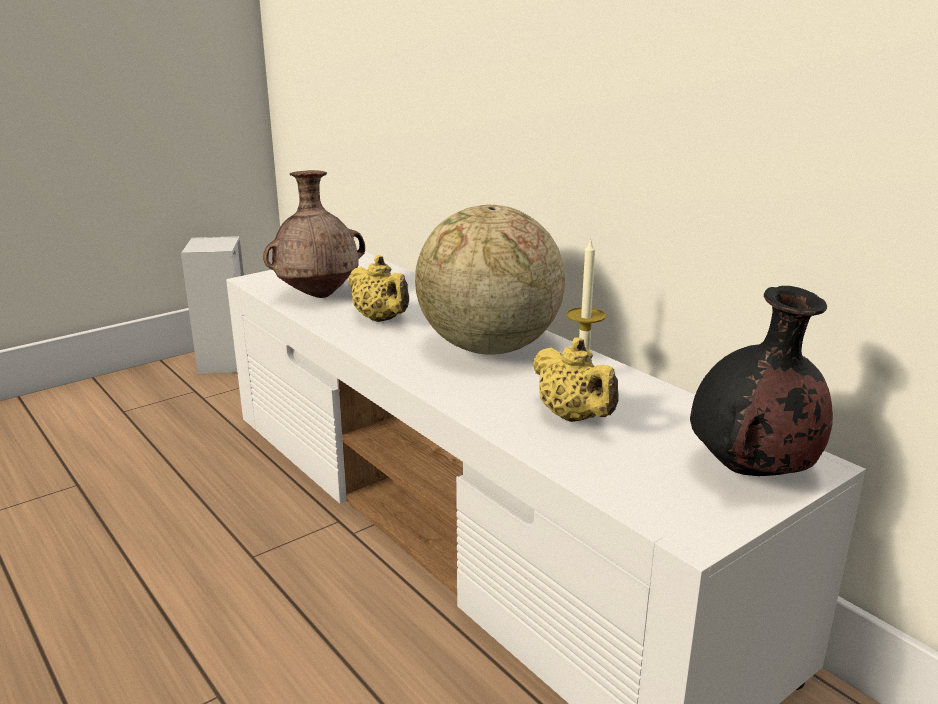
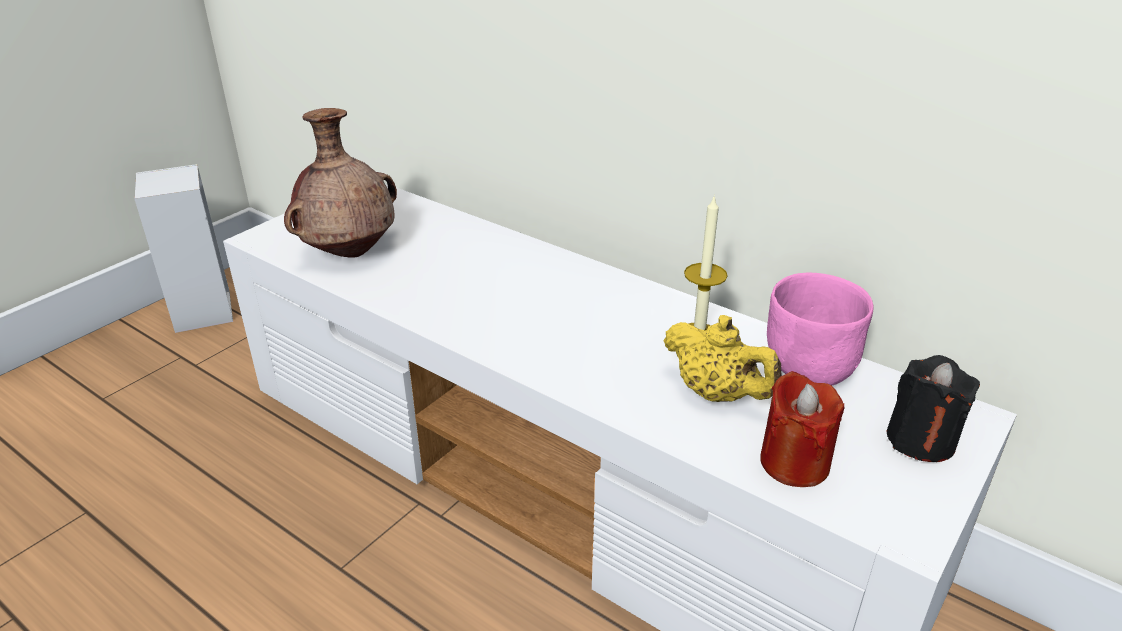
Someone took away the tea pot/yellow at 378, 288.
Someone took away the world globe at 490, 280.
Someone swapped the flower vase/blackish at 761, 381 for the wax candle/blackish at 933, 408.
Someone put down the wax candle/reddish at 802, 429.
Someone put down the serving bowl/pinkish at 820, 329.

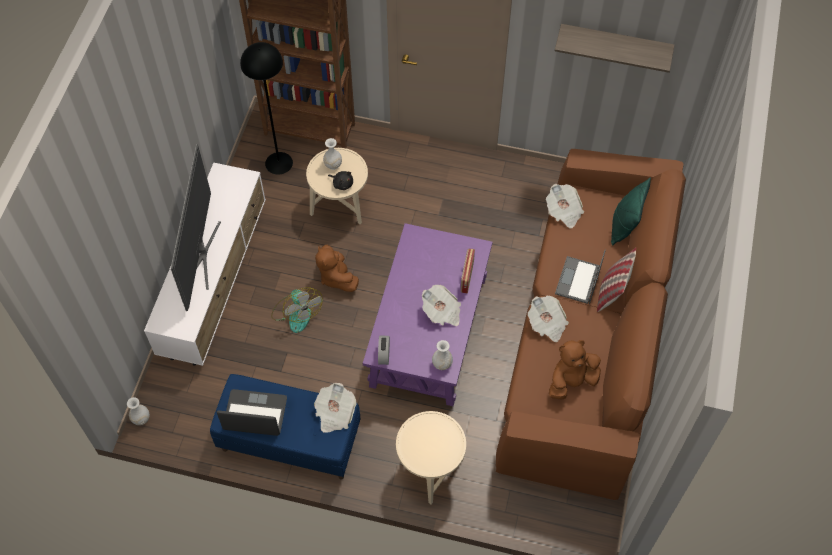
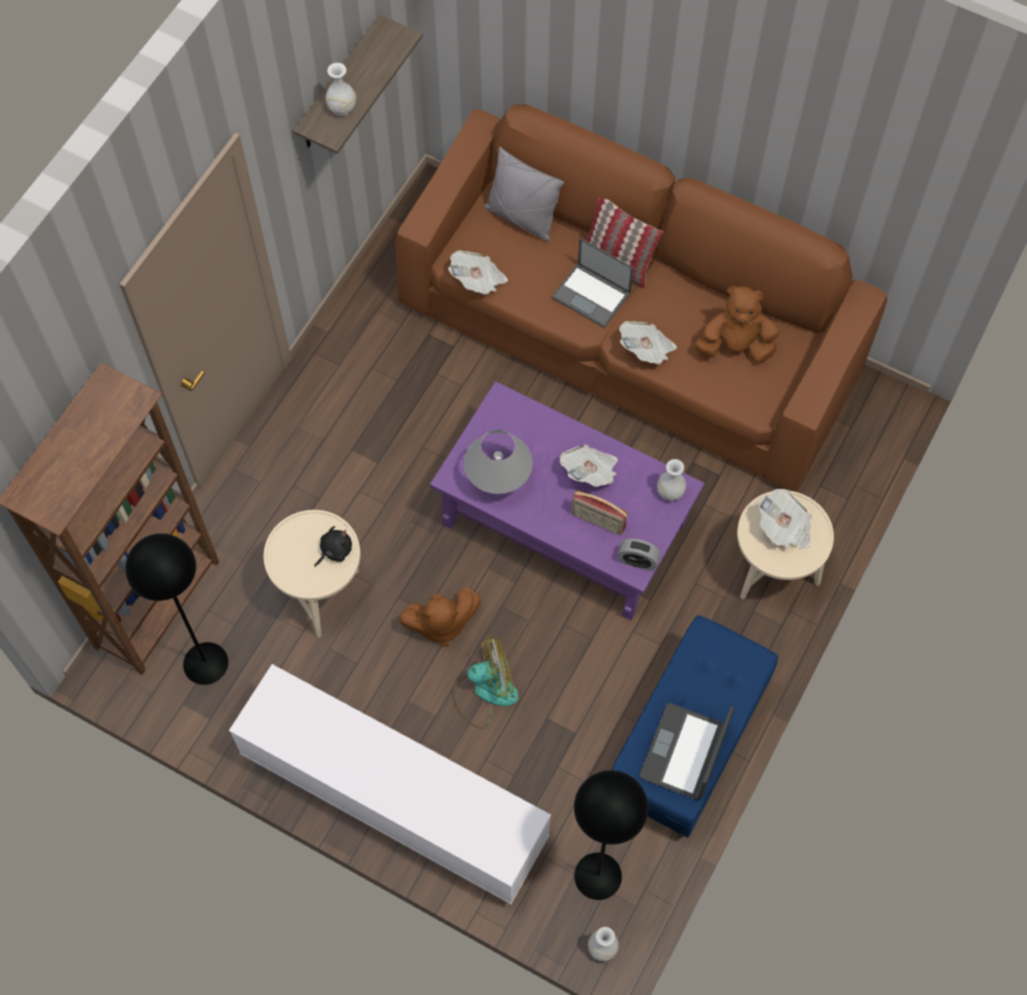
Someone took away the TV set at 196, 227.
Someone carried the printed paper from 335, 408 to 785, 519.
Someone carried the flower vase/whitish from 332, 154 to 341, 89.
Someone carried the radio set from 468, 271 to 599, 512.
Someone rotated the cuddly toy/brown at 575, 370 by 105 degrees clockwise.
Someone repainted the throw pillow/green-coloured at 631, 212, which became the throw pillow/grey at 524, 194.
Someone put down the tabletop lamp/grey at 498, 462.
Someone put down the standing lamp/blackish at 611, 835.

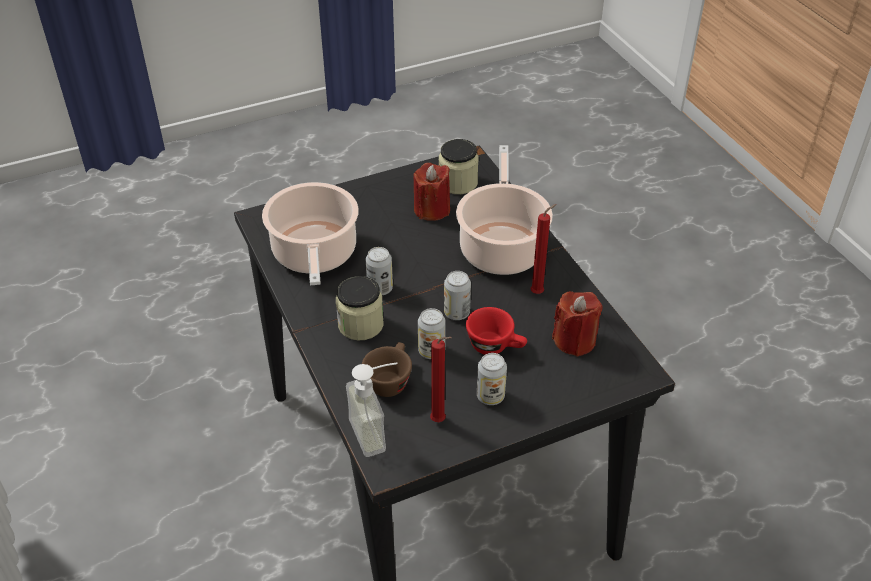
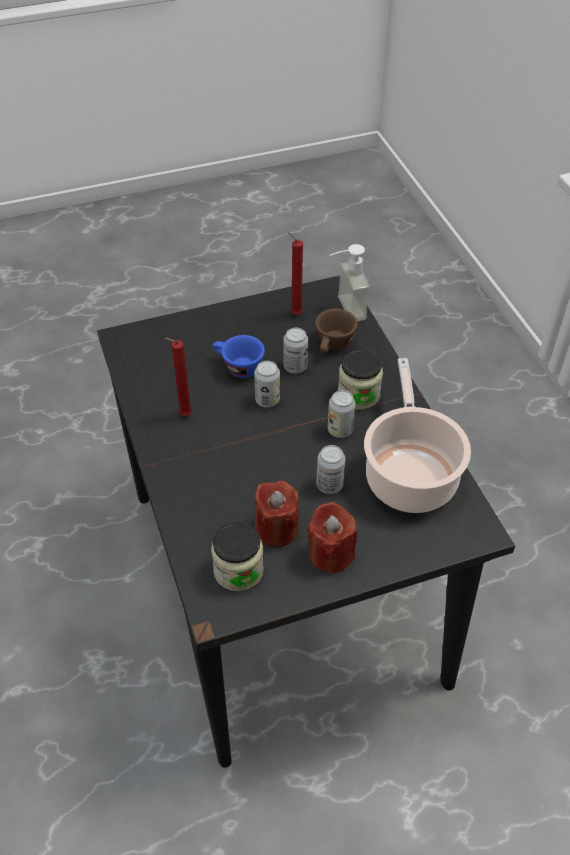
Someone took away the stockpot at 504, 210.
Someone repainted the drinking cup/reddish at 496, 331, which became the drinking cup/bluish at 238, 356.
Someone carried the metal can from 492, 379 to 330, 469.
Someone carried the wax candle/reddish from 577, 324 to 332, 537.

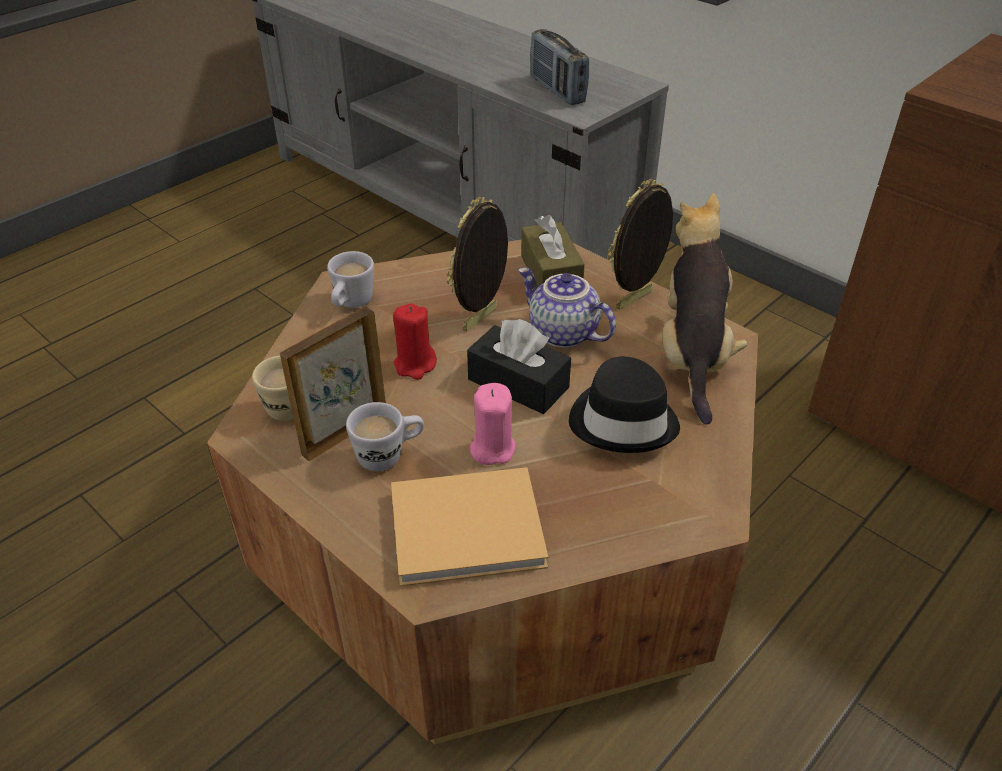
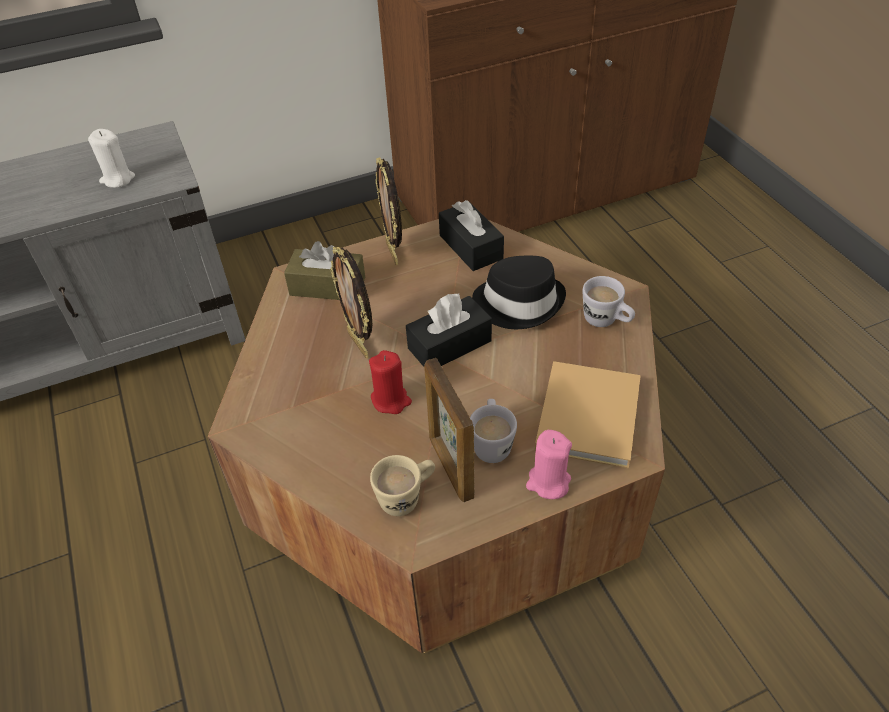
Someone carried the mug/whitish from 350, 279 to 609, 301.
Someone carried the wax candle/pinkish from 493, 424 to 549, 464.
Someone took away the tea pot at 567, 307.
Someone swapped the radio set at 559, 67 for the wax candle/whitish at 111, 158.
Someone swapped the cuddly toy at 705, 309 for the box of tissues/blackish at 471, 235.

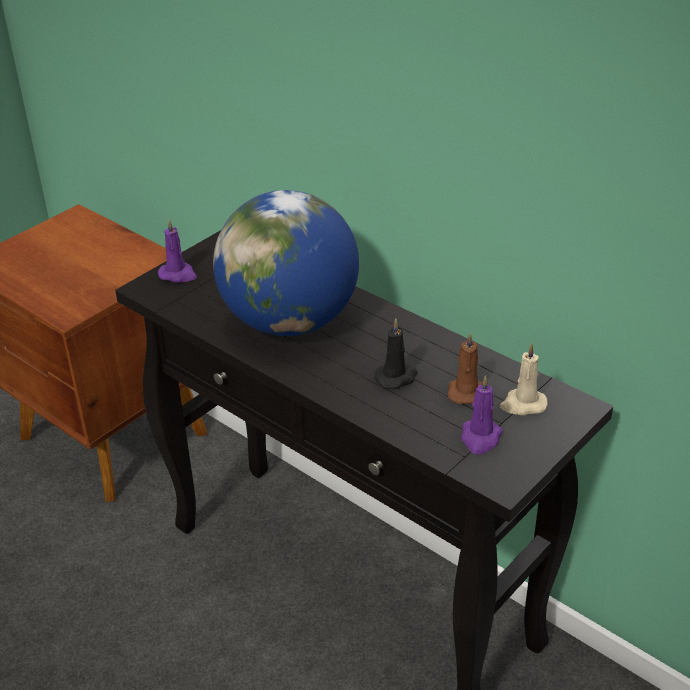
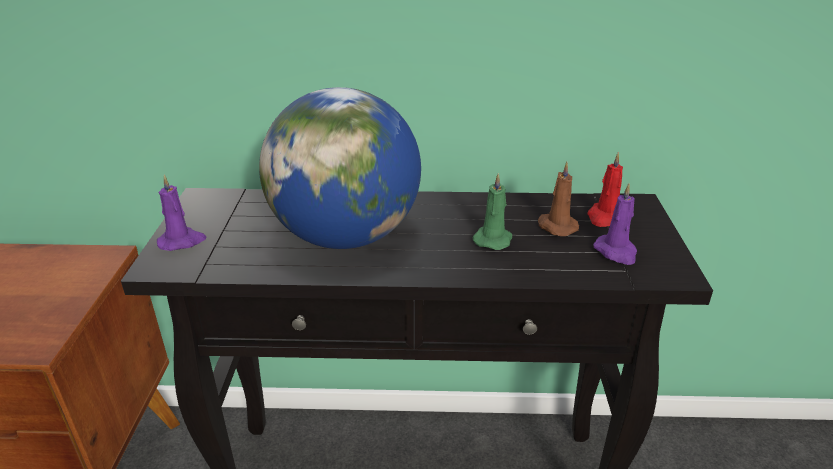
Someone repainted the wax candle/blackish at 396, 353, which became the wax candle/green-coloured at 492, 211.
Someone repainted the wax candle/beige-coloured at 524, 379, which became the wax candle/reddish at 605, 189.

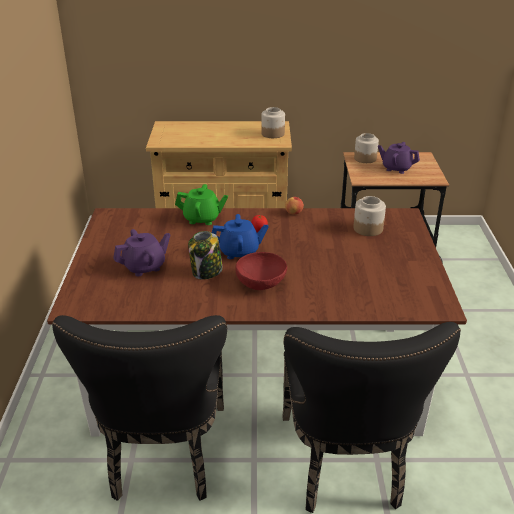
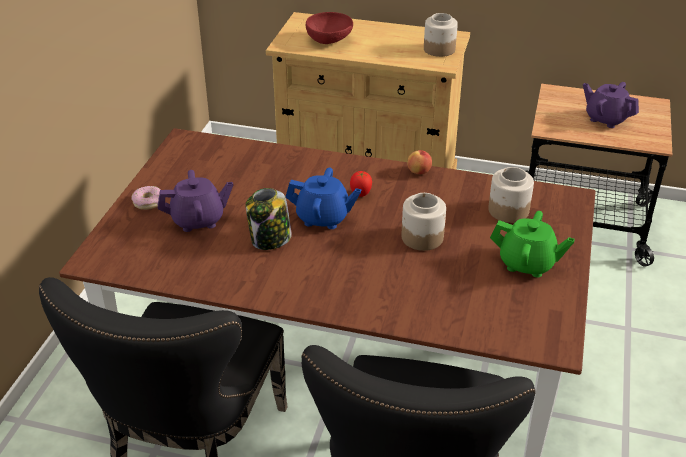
Someone carried the tea pot/green-coloured from 201, 204 to 532, 244.
Someone carried the serving bowl/reddish from 261, 271 to 329, 28.
Someone carried the storage jar from 366, 148 to 423, 222.
Someone put down the ring doughnut at 146, 198.

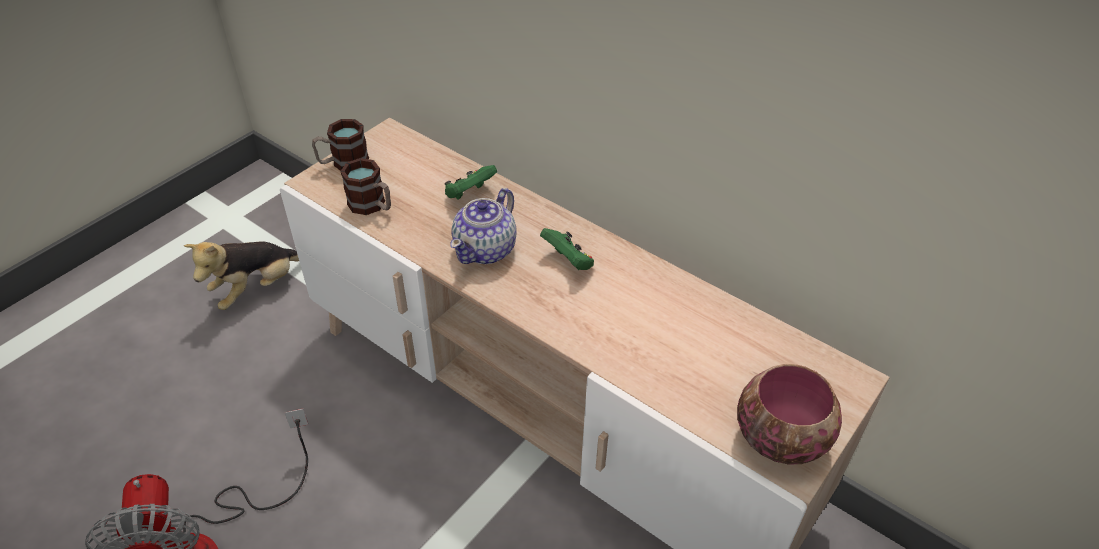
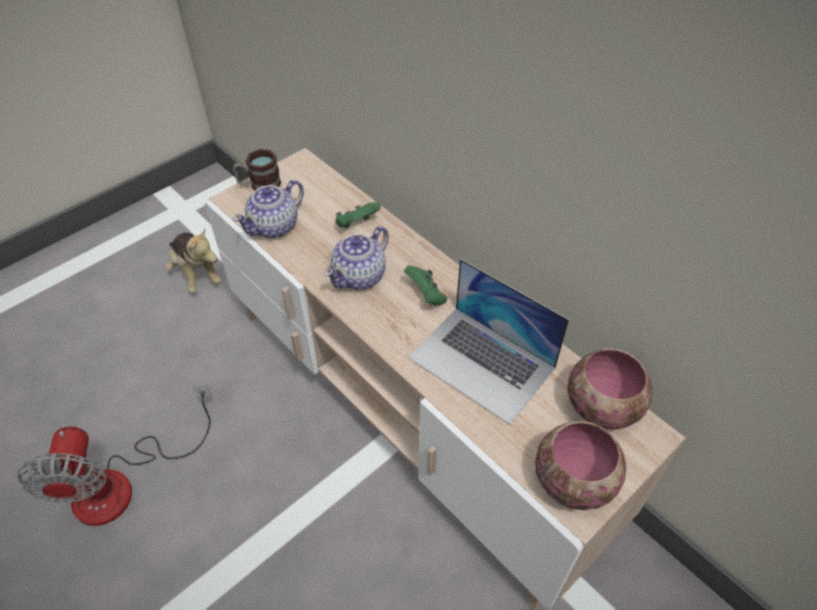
Someone rotated the cuddly toy at 241, 275 by 90 degrees counterclockwise.
Someone swapped the mug at 365, 186 for the tea pot at 268, 209.
Someone put down the portable computer at 488, 342.
Someone put down the serving bowl at 609, 388.

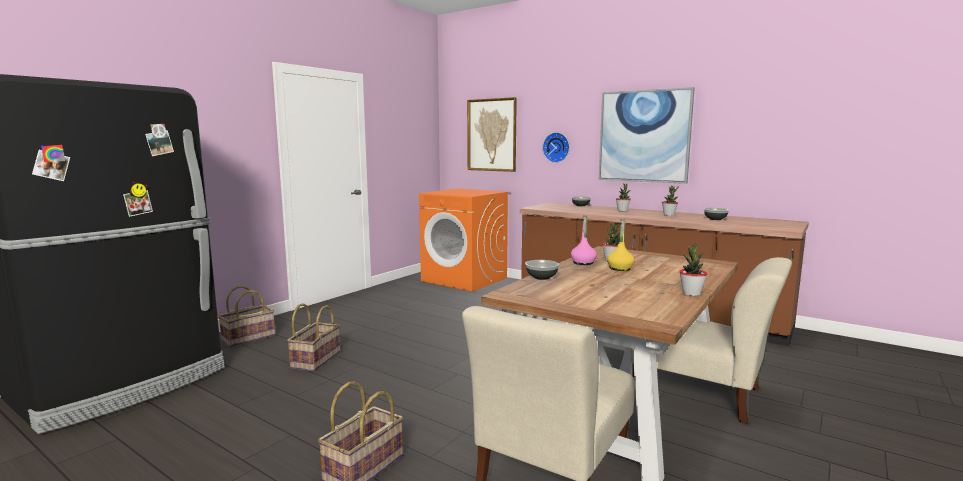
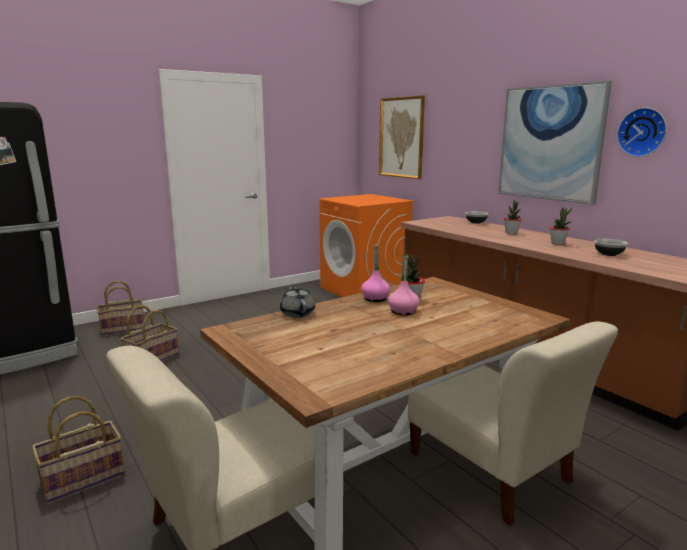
Someone swapped the serving bowl at 542, 270 for the tea pot/grey at 297, 301.
Someone carried the hanging clock from 556, 147 to 642, 132.
Someone repainted the bottle/yellow at 621, 245, which became the bottle/pinkish at 404, 284.
Someone took away the plant in a pot at 693, 269.

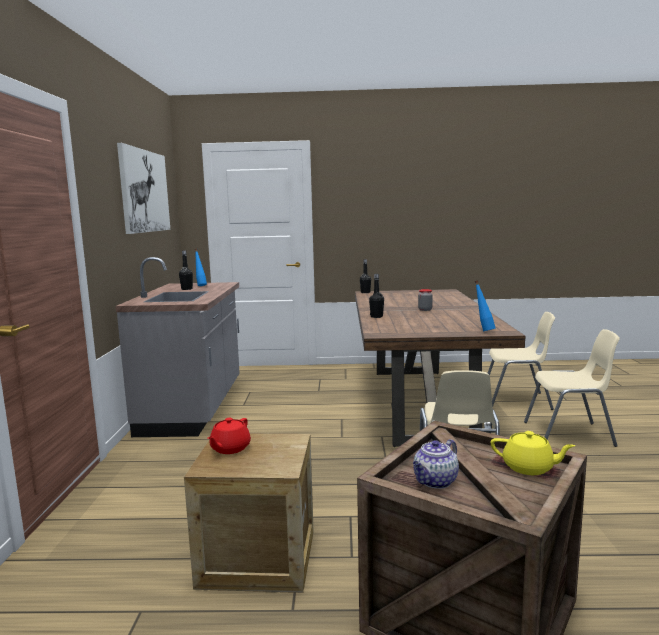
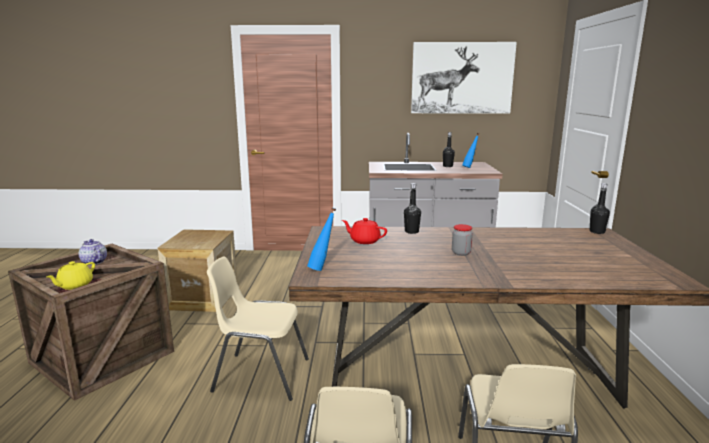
Someone carried the tea pot/reddish from 229, 436 to 364, 231.

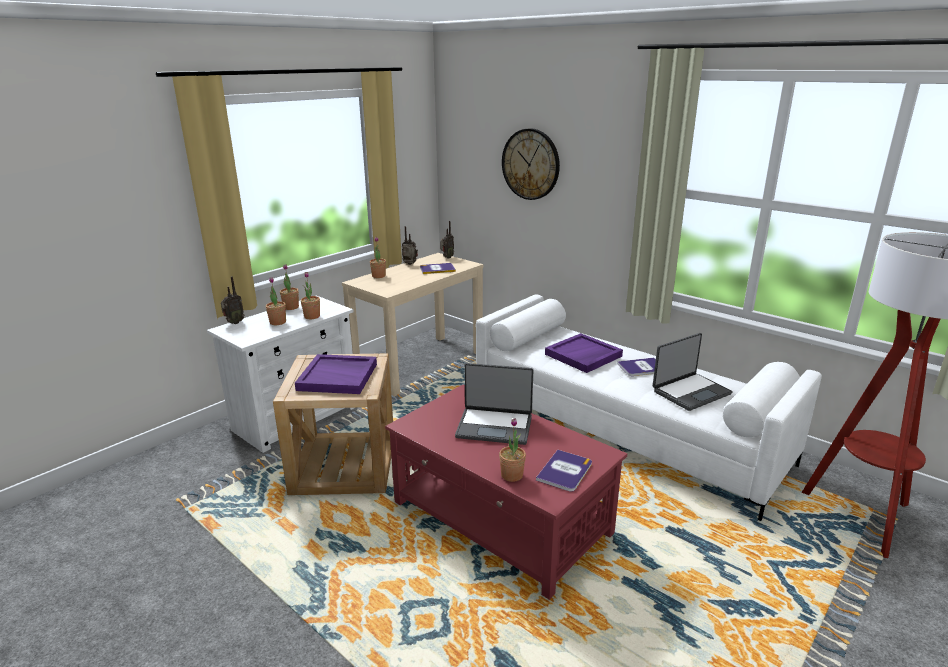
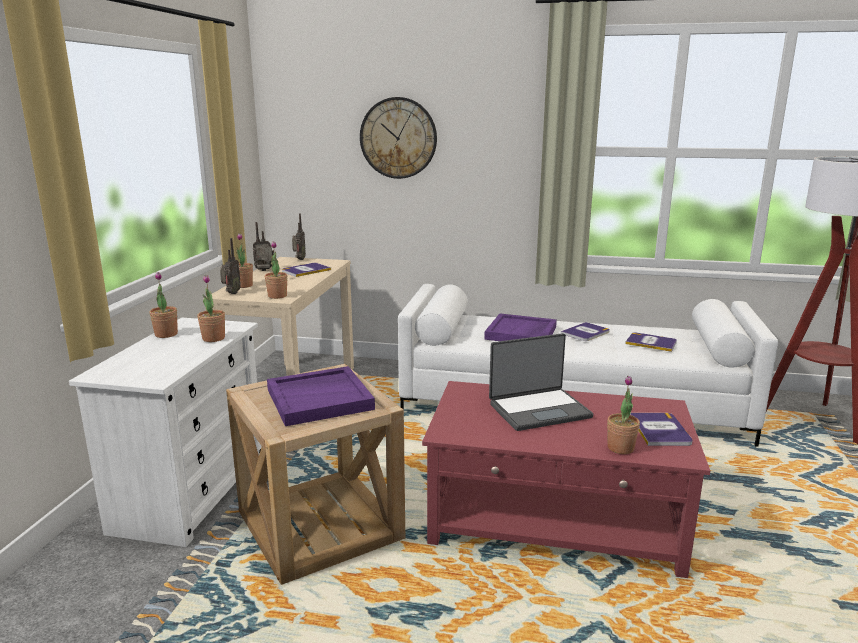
Someone carried the radio set from 232, 300 to 230, 266.
Someone carried the plant in a pot from 276, 301 to 276, 270.
Someone swapped the portable computer at 693, 372 for the book at 651, 342.

